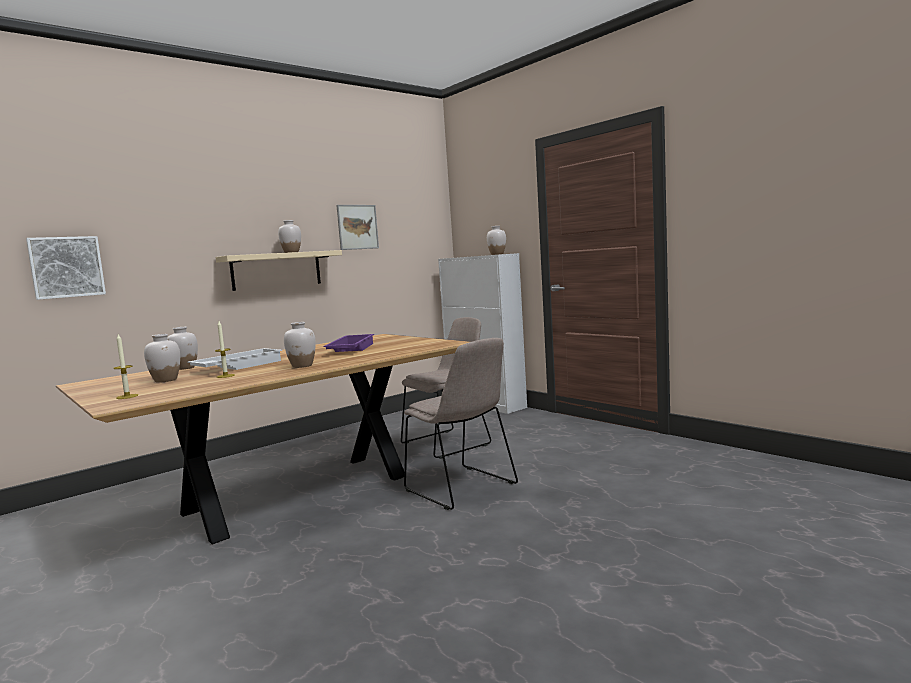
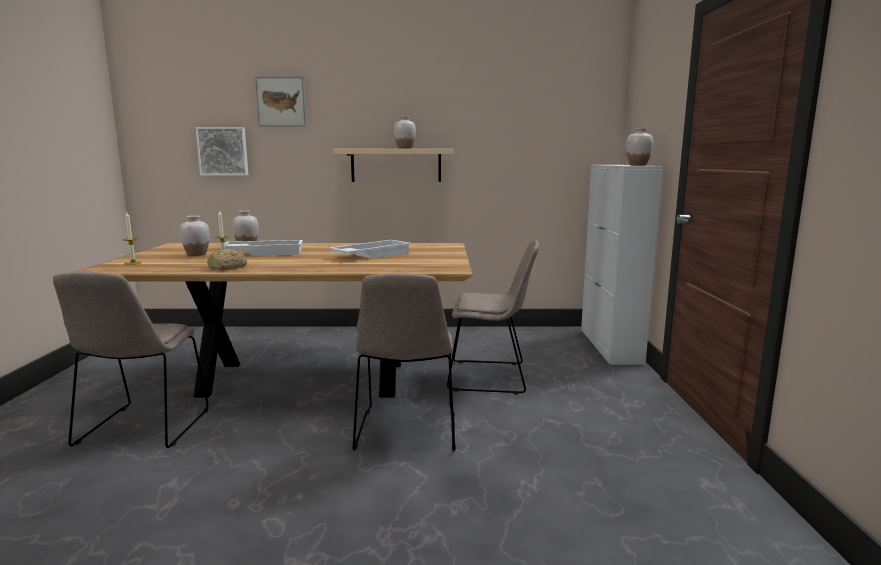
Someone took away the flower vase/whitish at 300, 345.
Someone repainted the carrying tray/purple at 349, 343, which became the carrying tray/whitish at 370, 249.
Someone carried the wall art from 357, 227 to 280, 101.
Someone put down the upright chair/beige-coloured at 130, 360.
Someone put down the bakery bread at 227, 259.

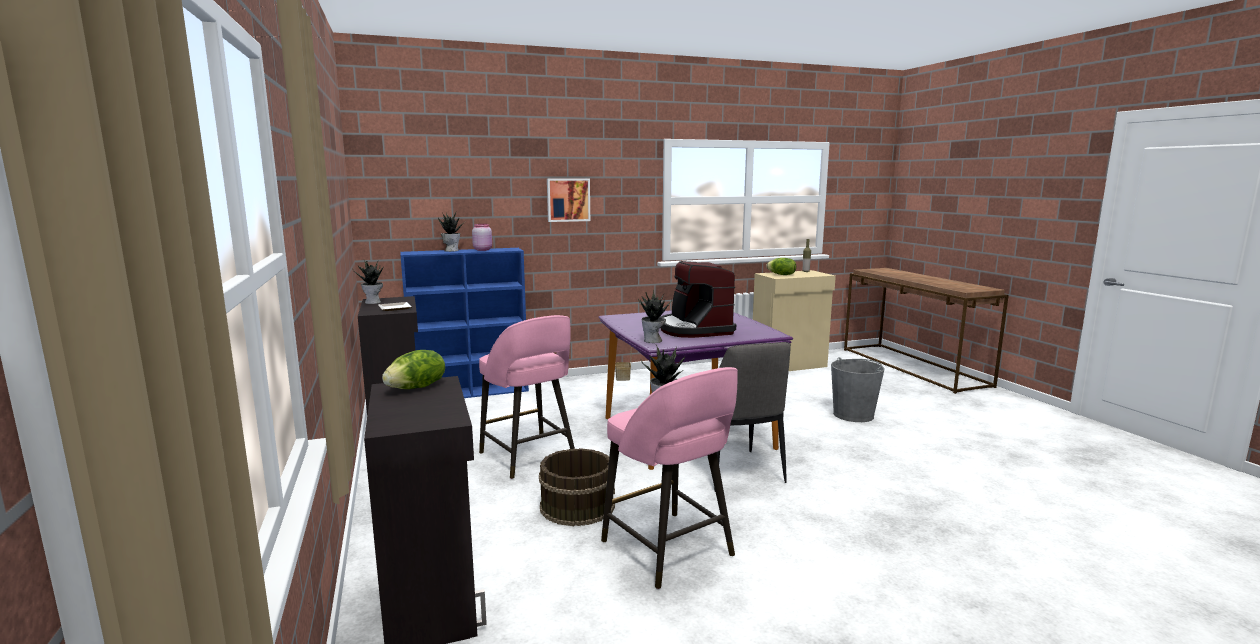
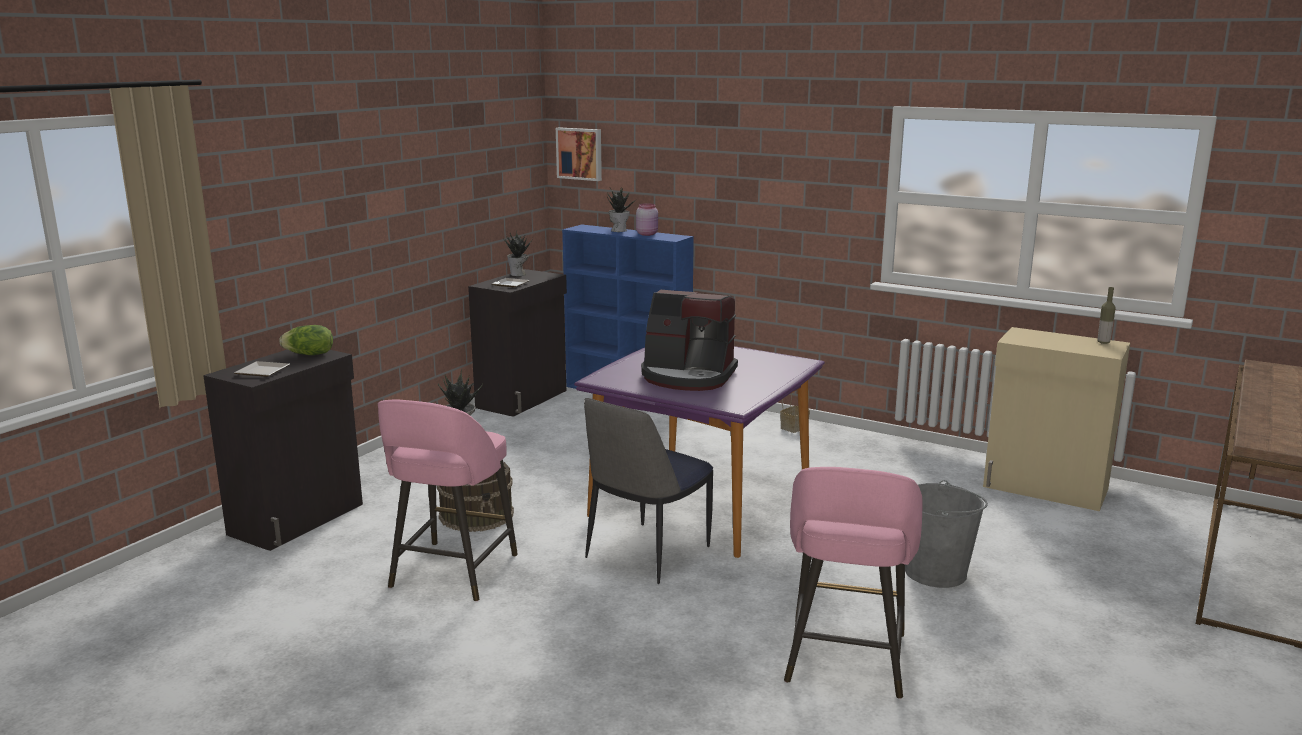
Someone carried the stool/pinkish from 527, 397 to 853, 583.
Someone carried the wall art from 568, 200 to 579, 154.
Someone took away the plant in a pot at 655, 316.
Someone rotated the coffee maker at 698, 299 by 105 degrees counterclockwise.
Someone took away the lettuce at 781, 266.
Someone put down the dinner plate at 262, 369.

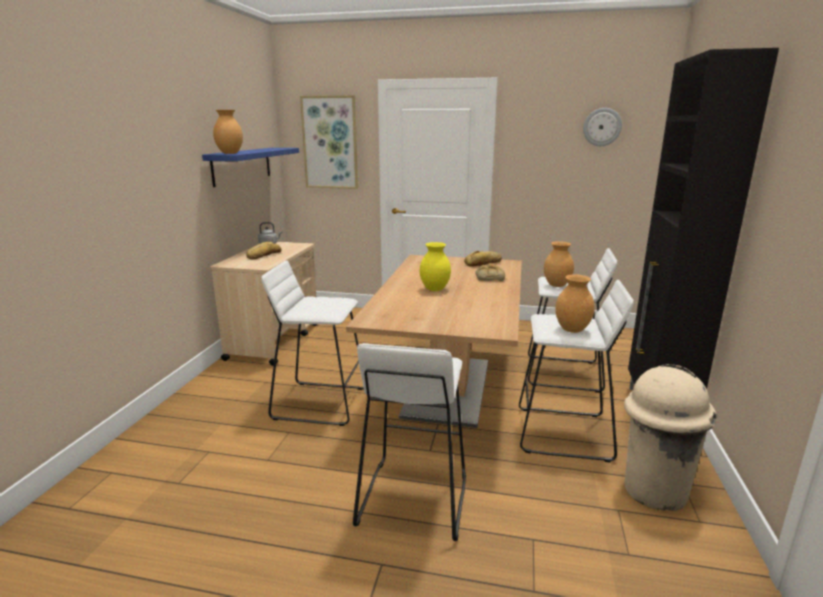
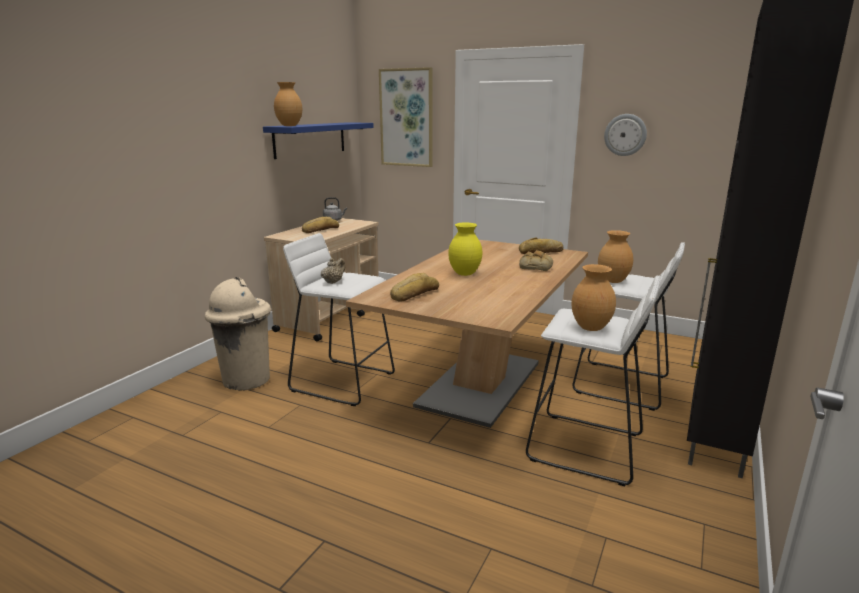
Someone took away the stool/whitish at 409, 442.
Someone carried the hanging clock from 602, 127 to 625, 135.
Someone carried the trash can/beige-coloured from 670, 437 to 238, 334.
Someone put down the tea pot/beige-coloured at 333, 271.
Someone put down the bakery bread at 414, 287.

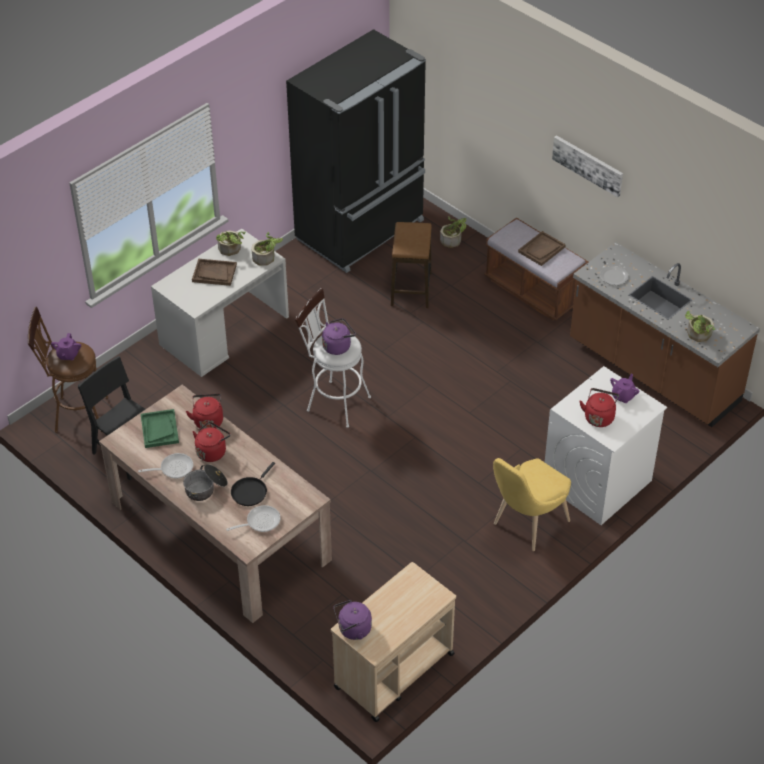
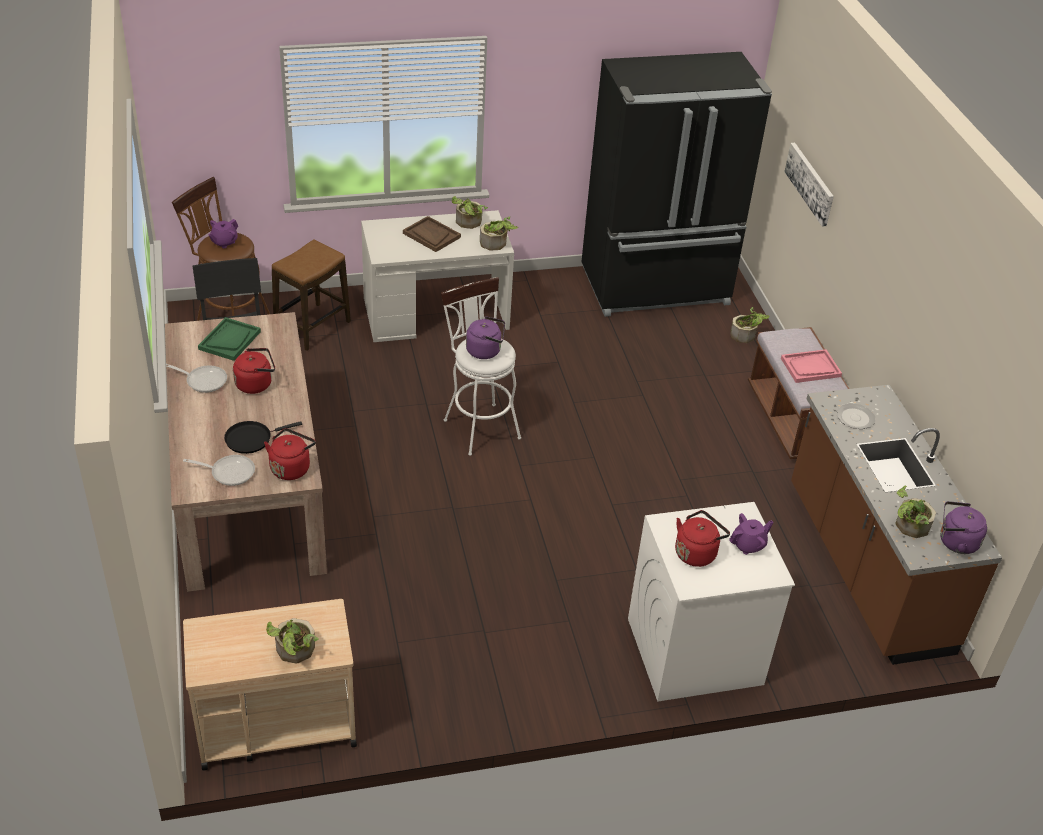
Someone took away the stockpot at 205, 482.
Someone carried the kettle/reddish from 204, 412 to 290, 454.
Someone carried the kettle/purple from 352, 620 to 963, 527.
Someone carried the stool from 411, 265 to 311, 295.
Someone took away the upright chair/yellow at 532, 504.
Someone repainted the carrying tray/brown at 542, 248, which became the carrying tray/pinkish at 811, 366.
Someone carried the wall art from 587, 166 to 809, 185.
Someone put down the plant in a pot at 292, 641.

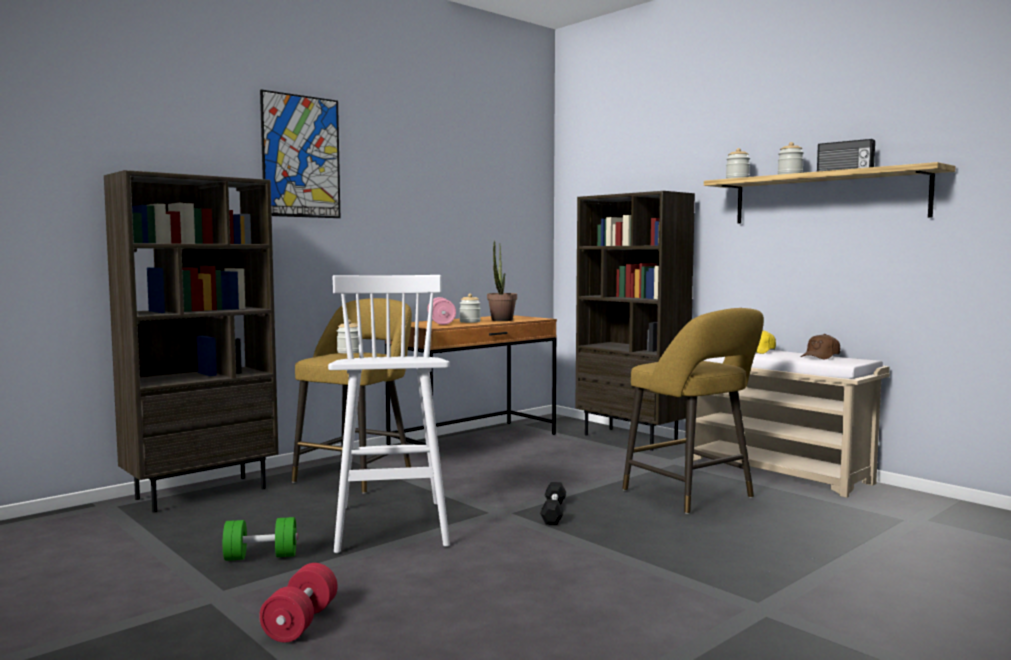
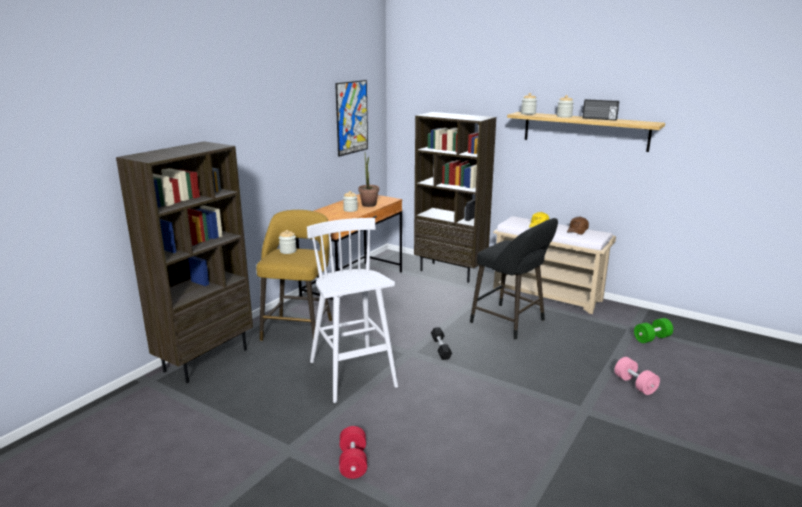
Someone carried the dumbbell/green-coloured from 260, 539 to 653, 330.
Someone carried the wall art from 300, 154 to 351, 118.
Someone carried the dumbbell/pinkish from 441, 311 to 637, 376.
Someone repainted the stool/yellow at 693, 411, which became the stool/blackish at 514, 279.

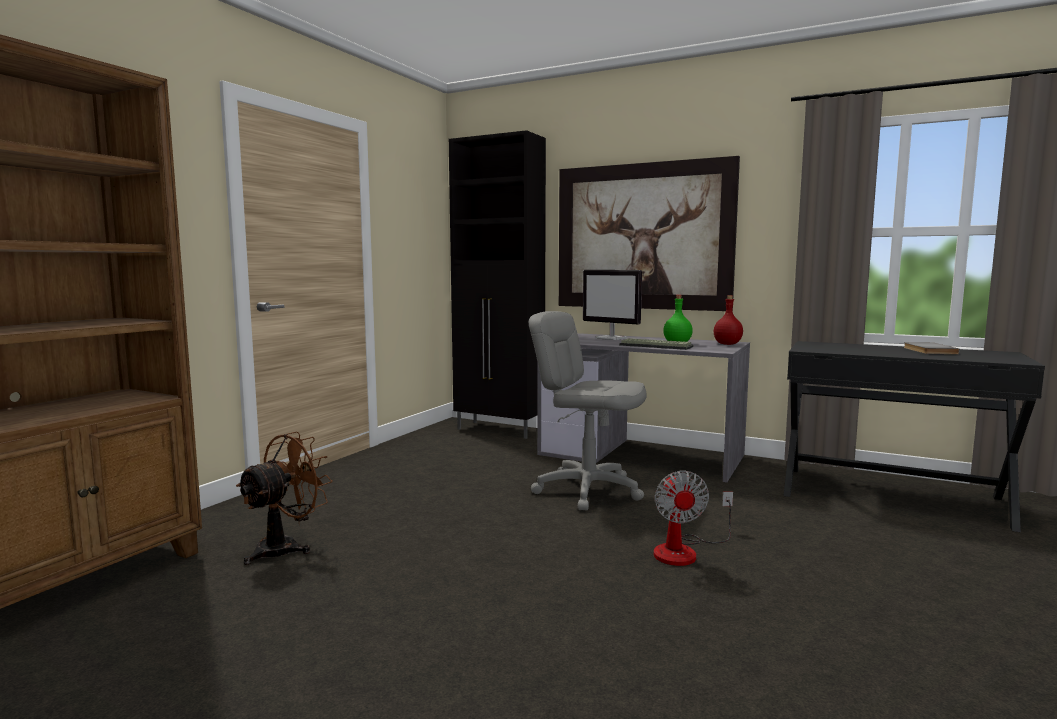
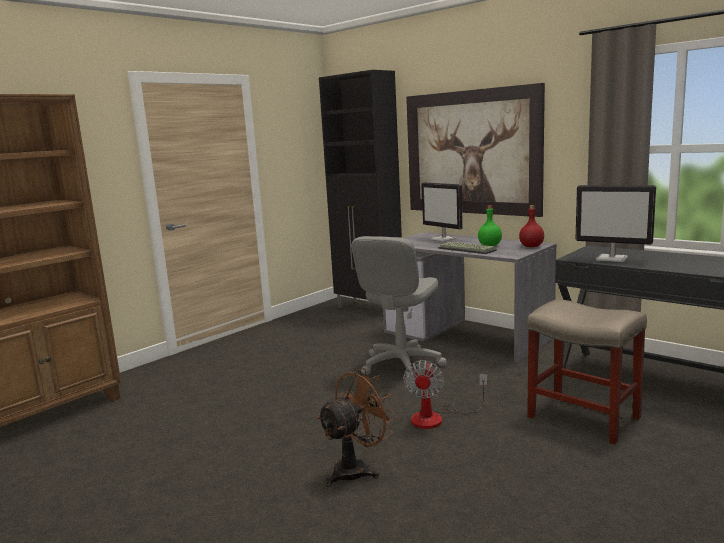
Someone carried the cooling fan/brown from 284, 498 to 357, 427.
Someone rotated the computer chair/grey at 588, 411 by 105 degrees counterclockwise.
Someone took away the book/grey at 931, 348.
Someone put down the stool/beige-coloured at 587, 371.
Someone put down the monitor at 615, 223.

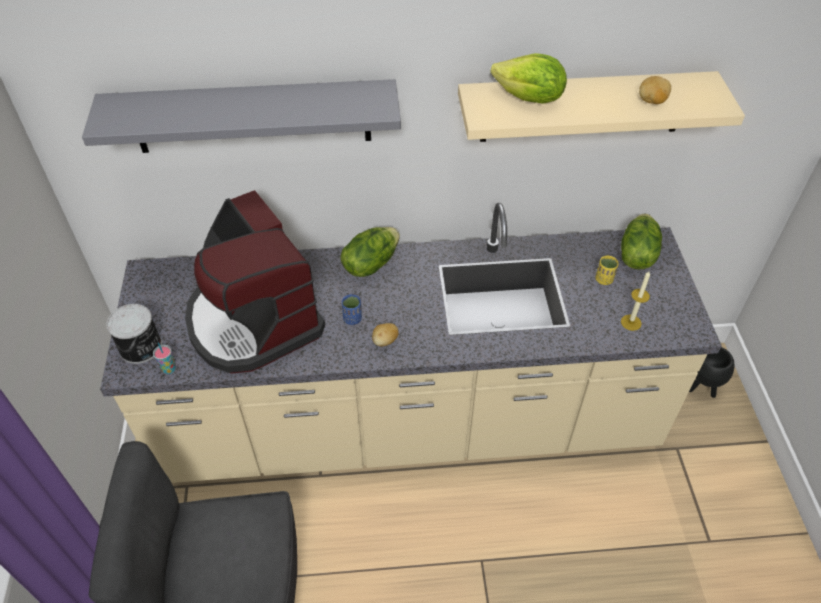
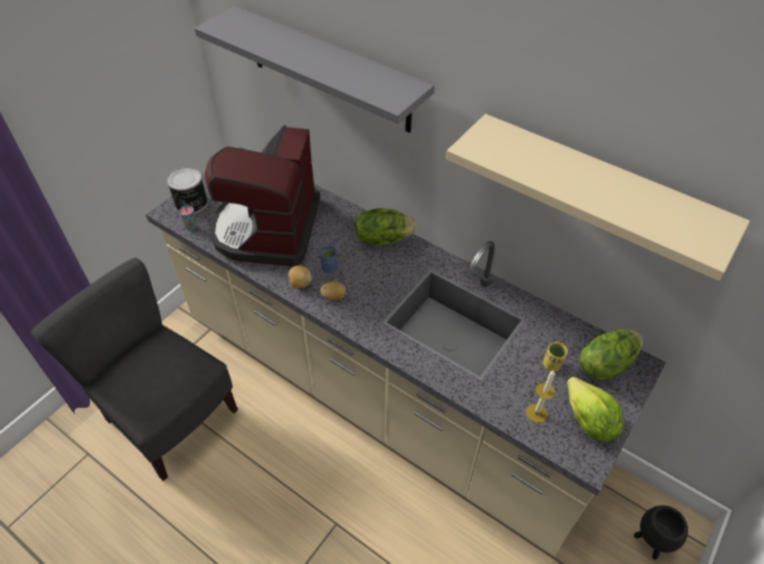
Someone carried the lettuce from 529, 78 to 595, 409.
Someone carried the whole potato from 655, 90 to 300, 277.

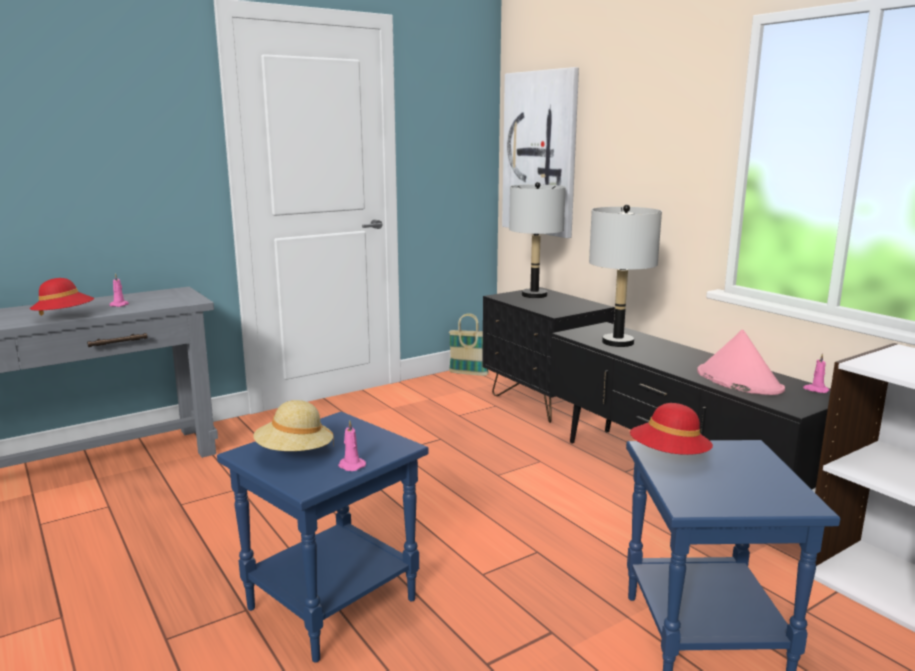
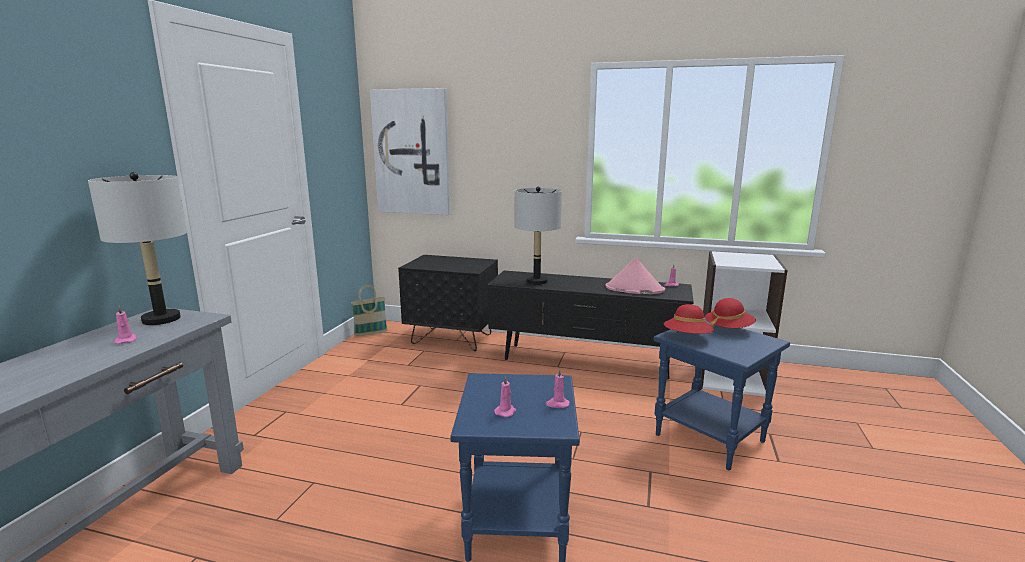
Someone carried the wearable hat/reddish from 62, 297 to 730, 315.
Someone swapped the wearable hat/beige-coloured at 293, 425 for the wax candle/pinkish at 505, 396.
Someone carried the tabletop lamp/grey from 537, 240 to 137, 248.

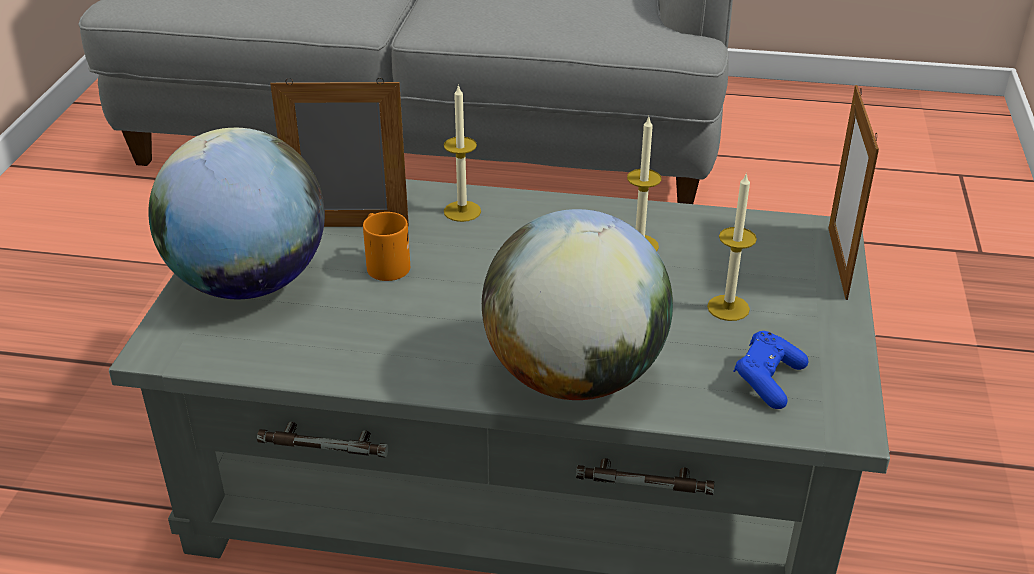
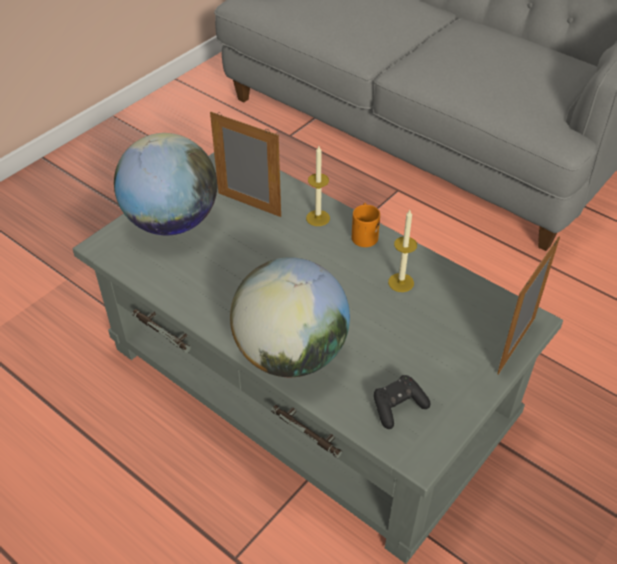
Someone carried the mug/orange-coloured from 386, 246 to 366, 225.
Someone took away the wax candle at 732, 246.
Someone repainted the game controller/bluish at 770, 370, which became the game controller/blackish at 402, 402.

